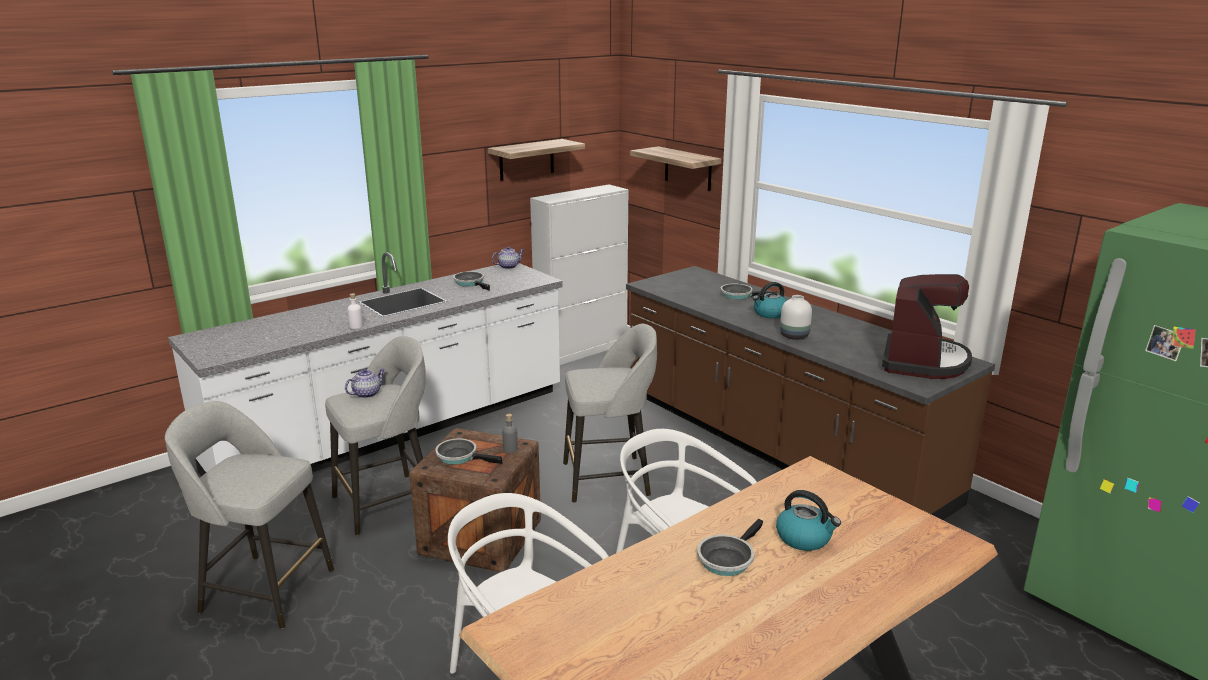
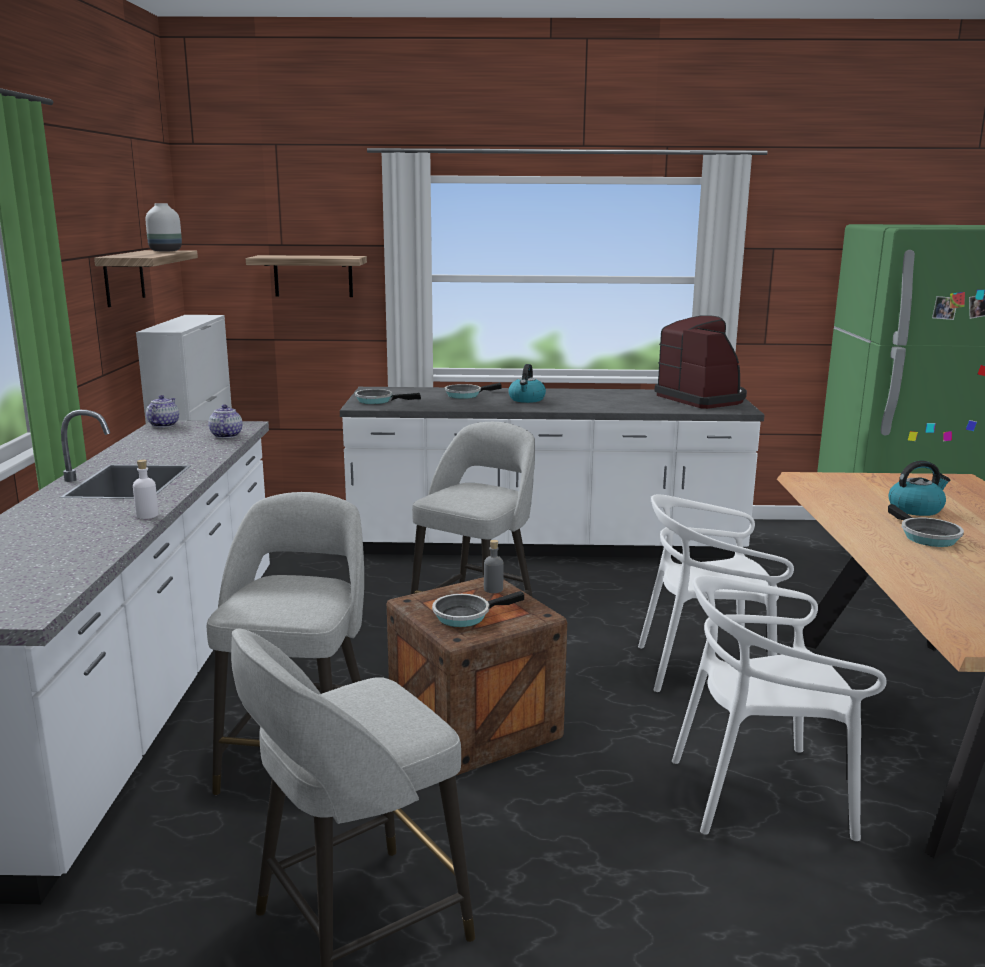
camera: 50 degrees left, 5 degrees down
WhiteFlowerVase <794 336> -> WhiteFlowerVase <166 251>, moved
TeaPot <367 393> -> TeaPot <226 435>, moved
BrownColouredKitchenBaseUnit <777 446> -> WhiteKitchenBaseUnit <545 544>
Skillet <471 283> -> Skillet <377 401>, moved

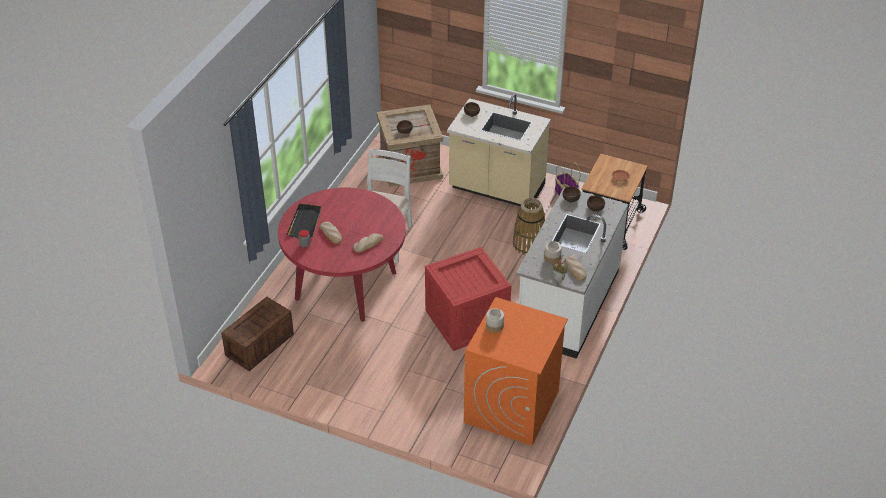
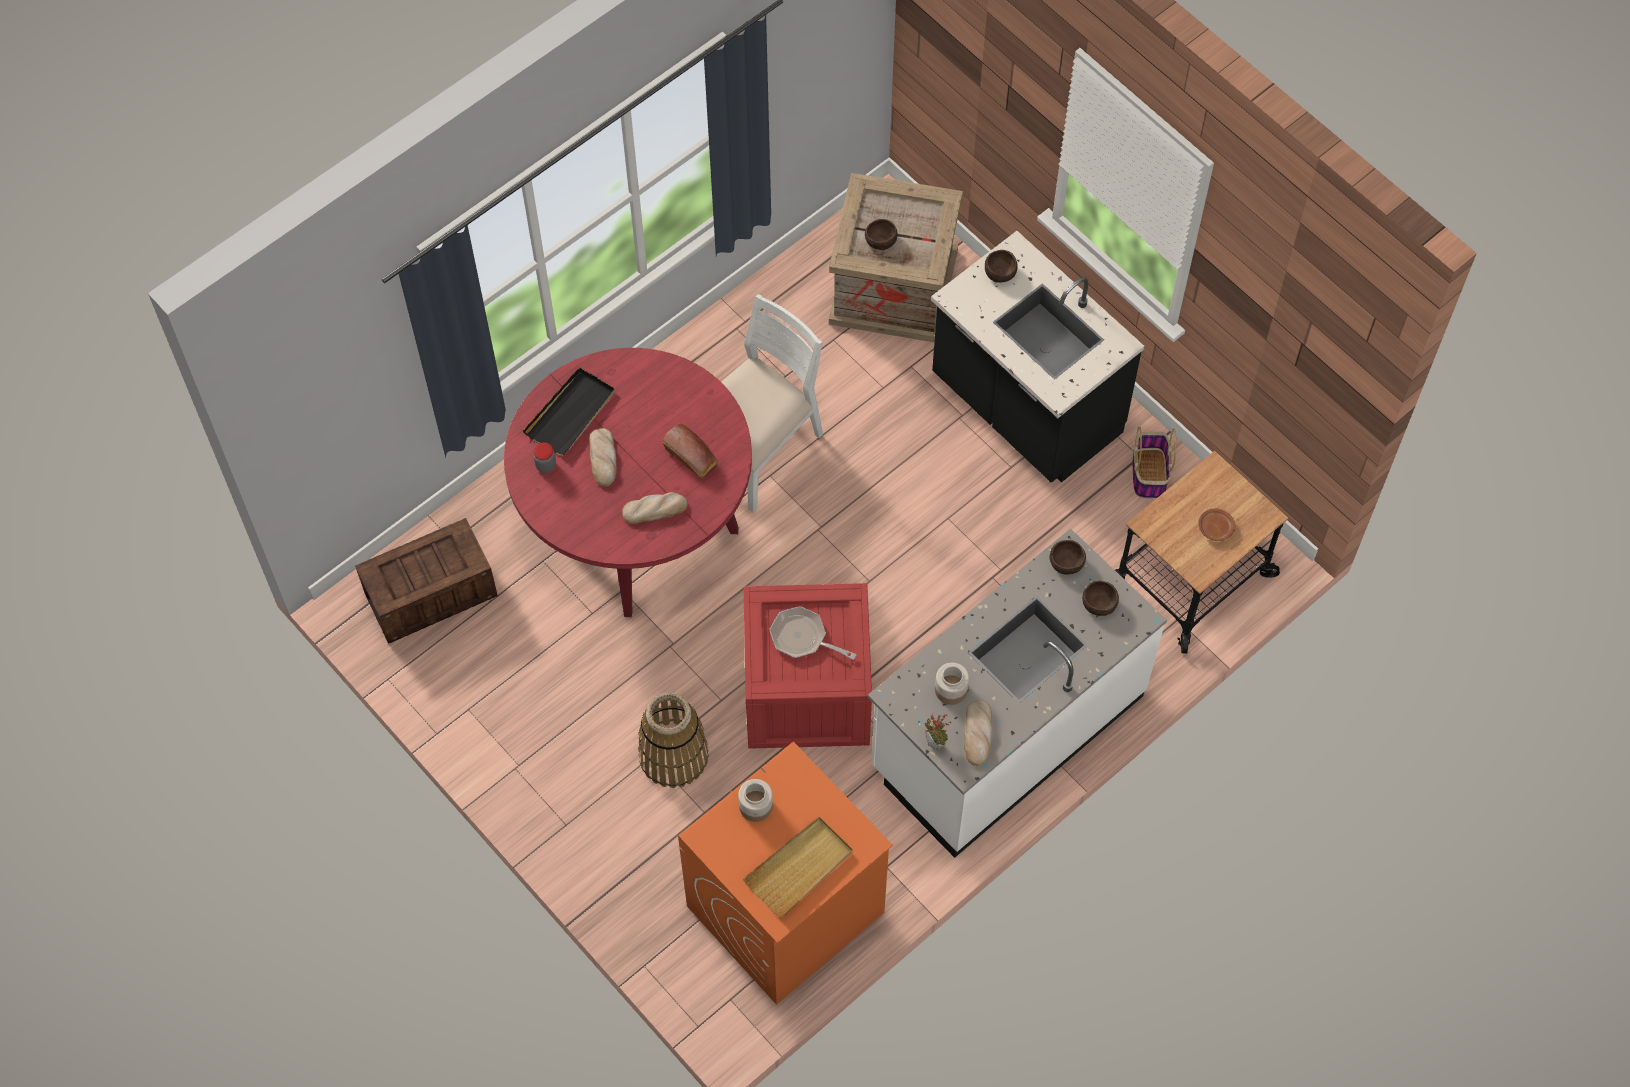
camera: 25 degrees right, 20 degrees up
StorageBasket <529 244> -> StorageBasket <673 756>, moved
none -> Bread <692 458>
none -> SandColouredTray <799 868>
none -> Skillet <802 637>
SandColouredKitchenBaseUnit <496 188> -> BlackishKitchenBaseUnit <1024 408>

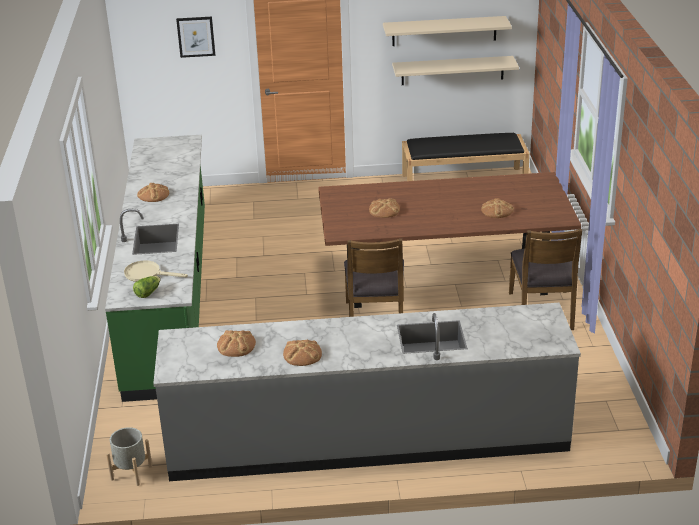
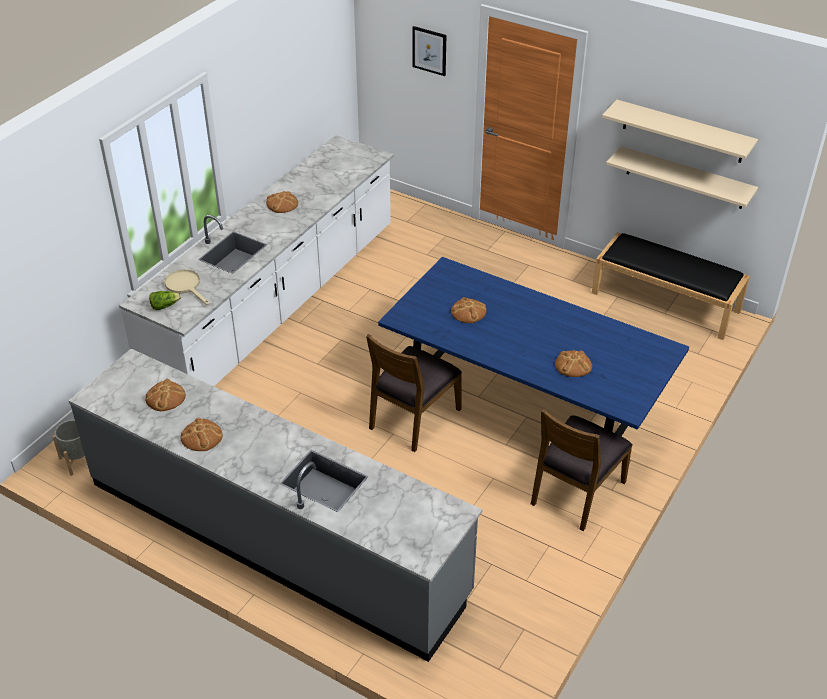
camera: 35 degrees right, 10 degrees up
GreenKitchenBaseUnit <170 297> -> WhiteKitchenBaseUnit <276 305>
BrownColouredDiningTable <444 277> -> BlueColouredDiningTable <525 403>

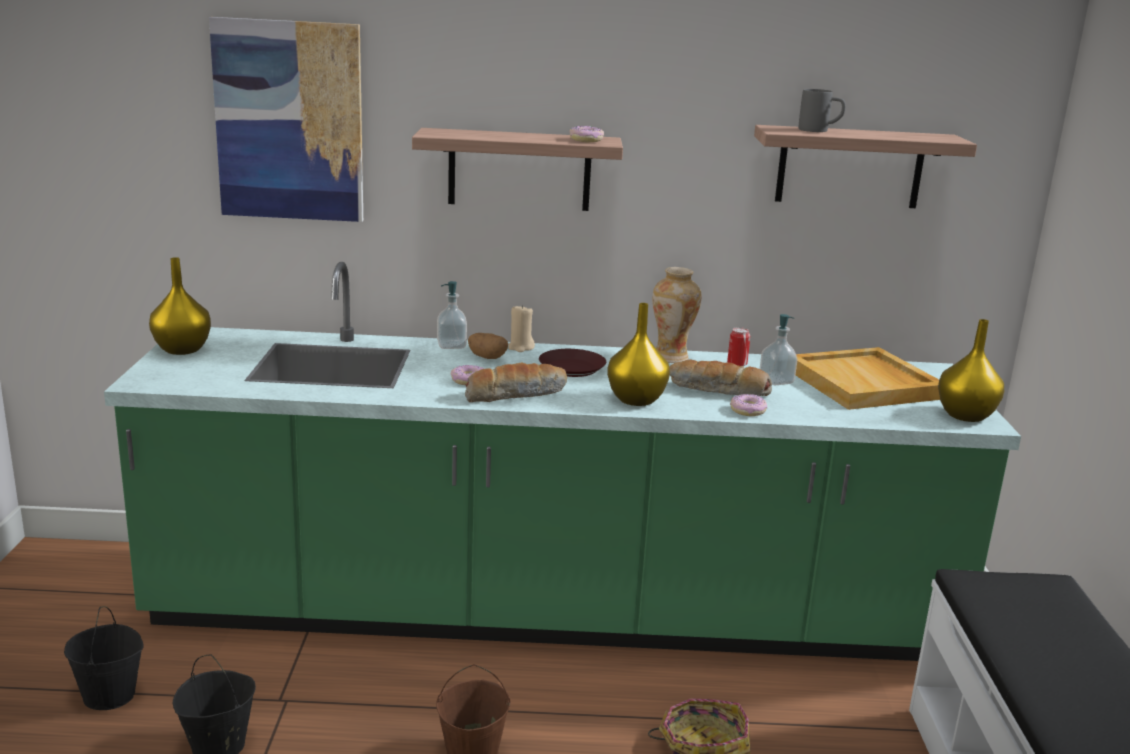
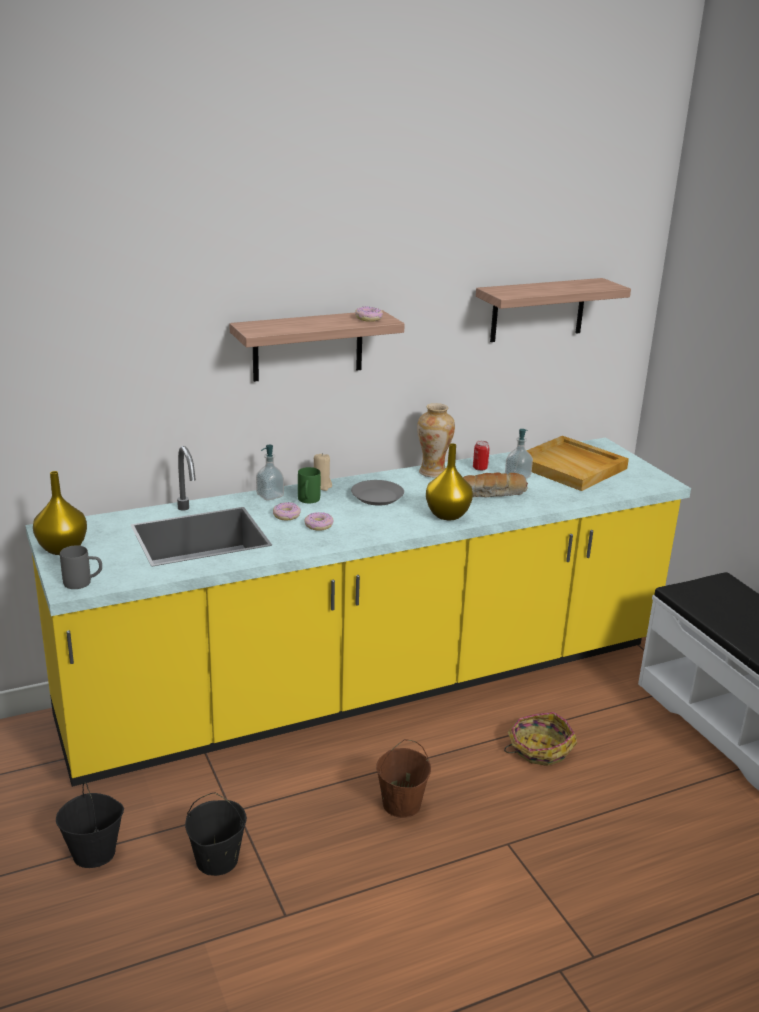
camera: 25 degrees left, 5 degrees up
GreenKitchenBaseUnit <552 613> -> YellowColouredKitchenBaseUnit <372 684>
GrayCoffeeMug <820 131> -> GrayCoffeeMug <83 583>, moved
Donut <748 411> -> Donut <287 515>, moved
WholePotato <487 357> -> GreenCoffeeMug <308 501>
BrownColouredFlatDish <571 368> -> GrayFlatDish <376 497>
WallPicture <289 121> -> none
Bread <515 394> -> none
YellowColouredFlowerVase <966 415> -> none

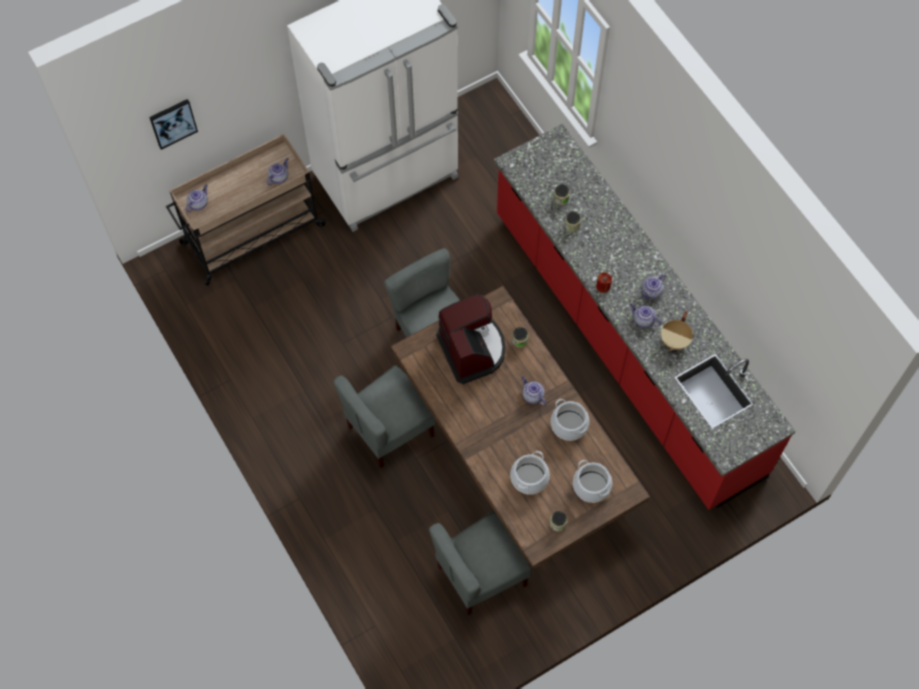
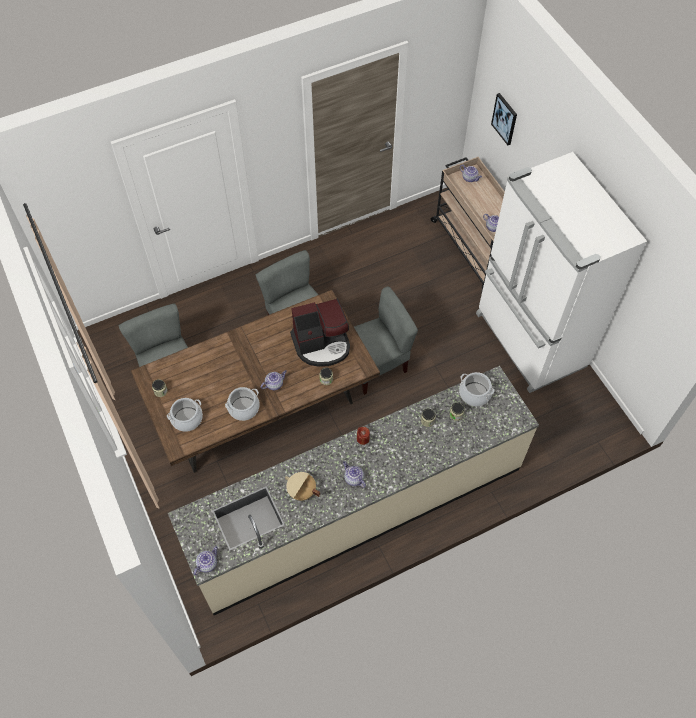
camera: 95 degrees right, 5 degrees down
RedKitchenBaseUnit <624 344> -> SandColouredKitchenBaseUnit <357 510>
TeaPot <643 320> -> TeaPot <207 563>, moved
CookingPot <529 478> -> CookingPot <474 394>, moved

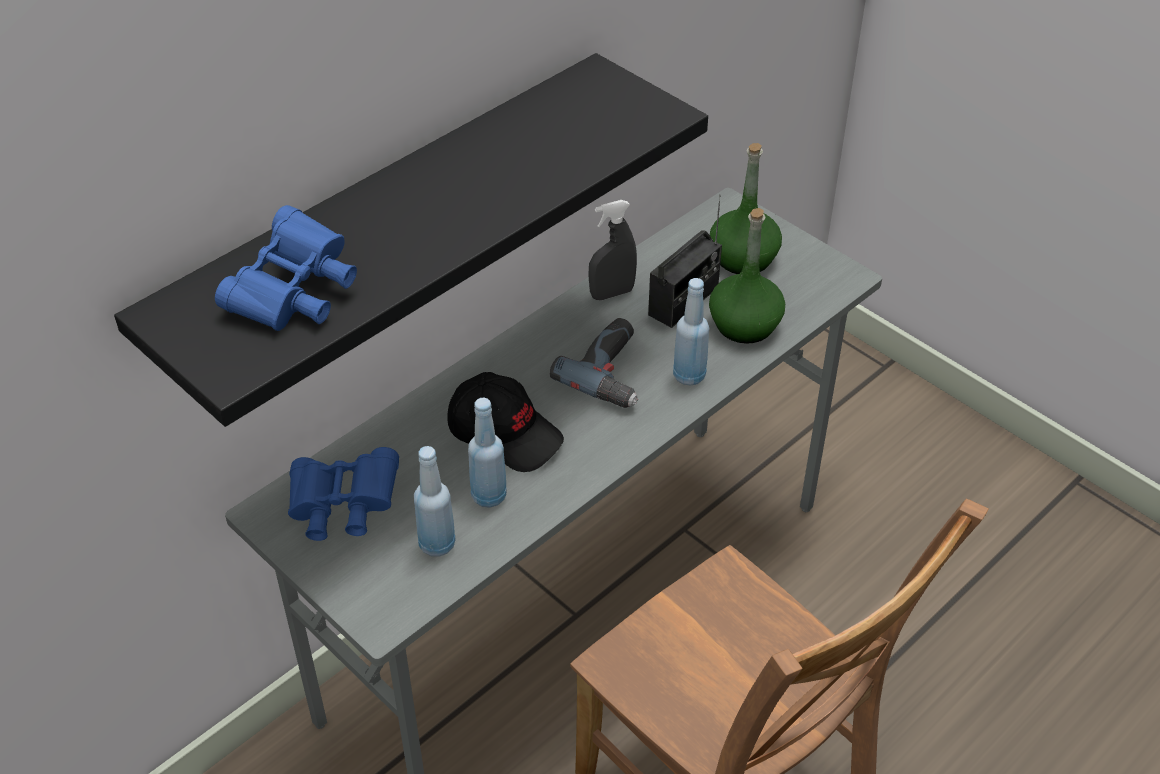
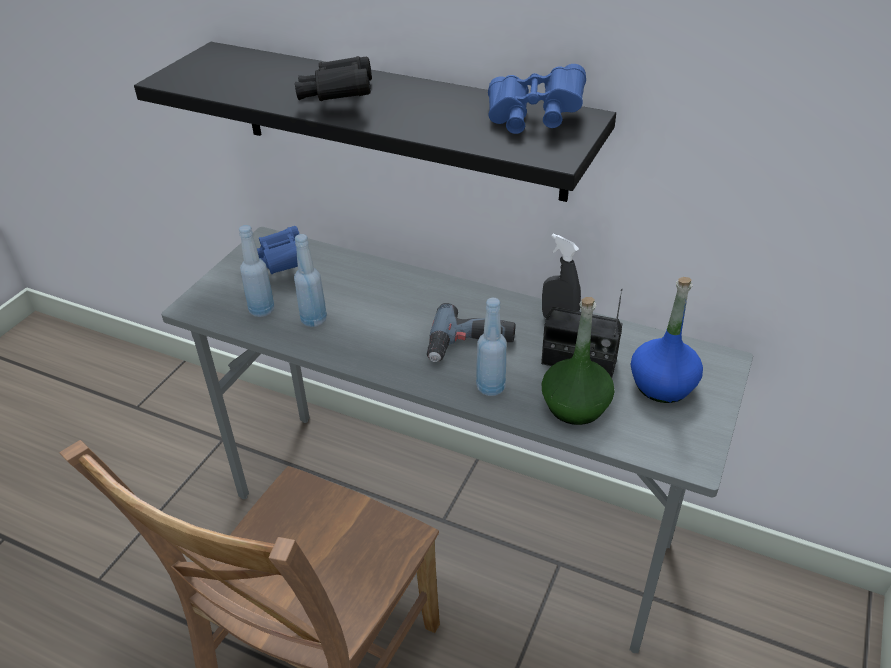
camera: 70 degrees right, 5 degrees down
none -> BlackishPairOfBinoculars <338 99>
BlueColouredPairOfBinoculars <295 294> -> BlueColouredPairOfBinoculars <533 119>, moved
GreenBeverageBottle <743 258> -> BlueColouredBeverageBottle <662 385>
BlackishPeakedCap <505 433> -> none

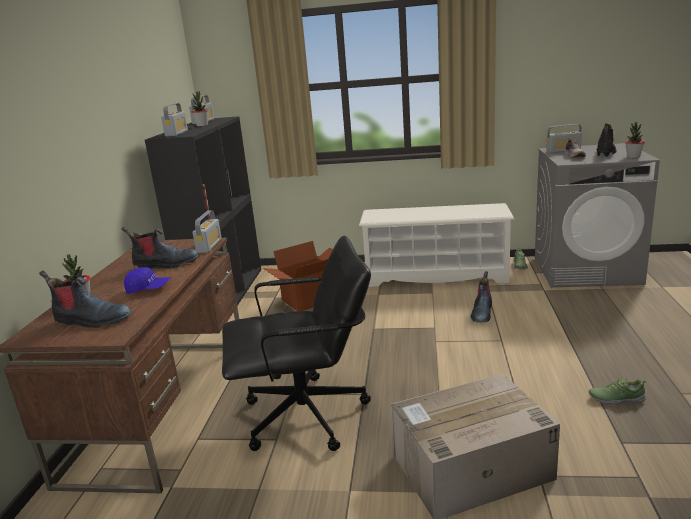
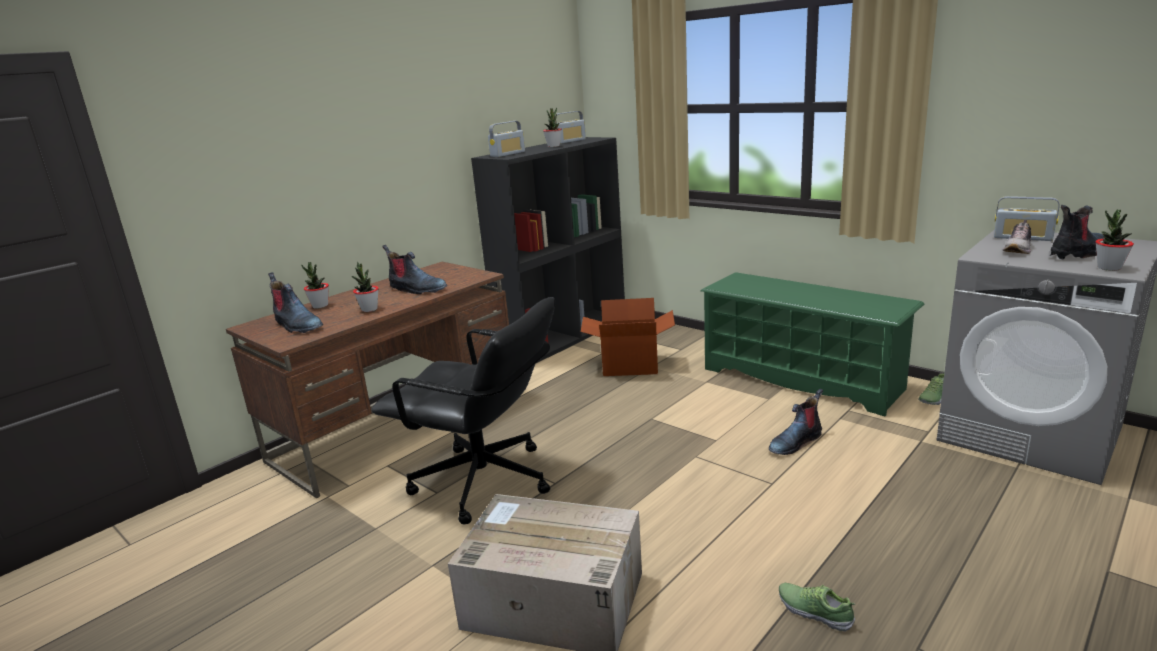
camera: 35 degrees right, 0 degrees up
BlueColouredPeakedCap <148 289> -> Houseplant <369 309>
WhiteShoeShelf <436 275> -> GreenShoeShelf <802 379>
RadioSet <209 246> -> none

